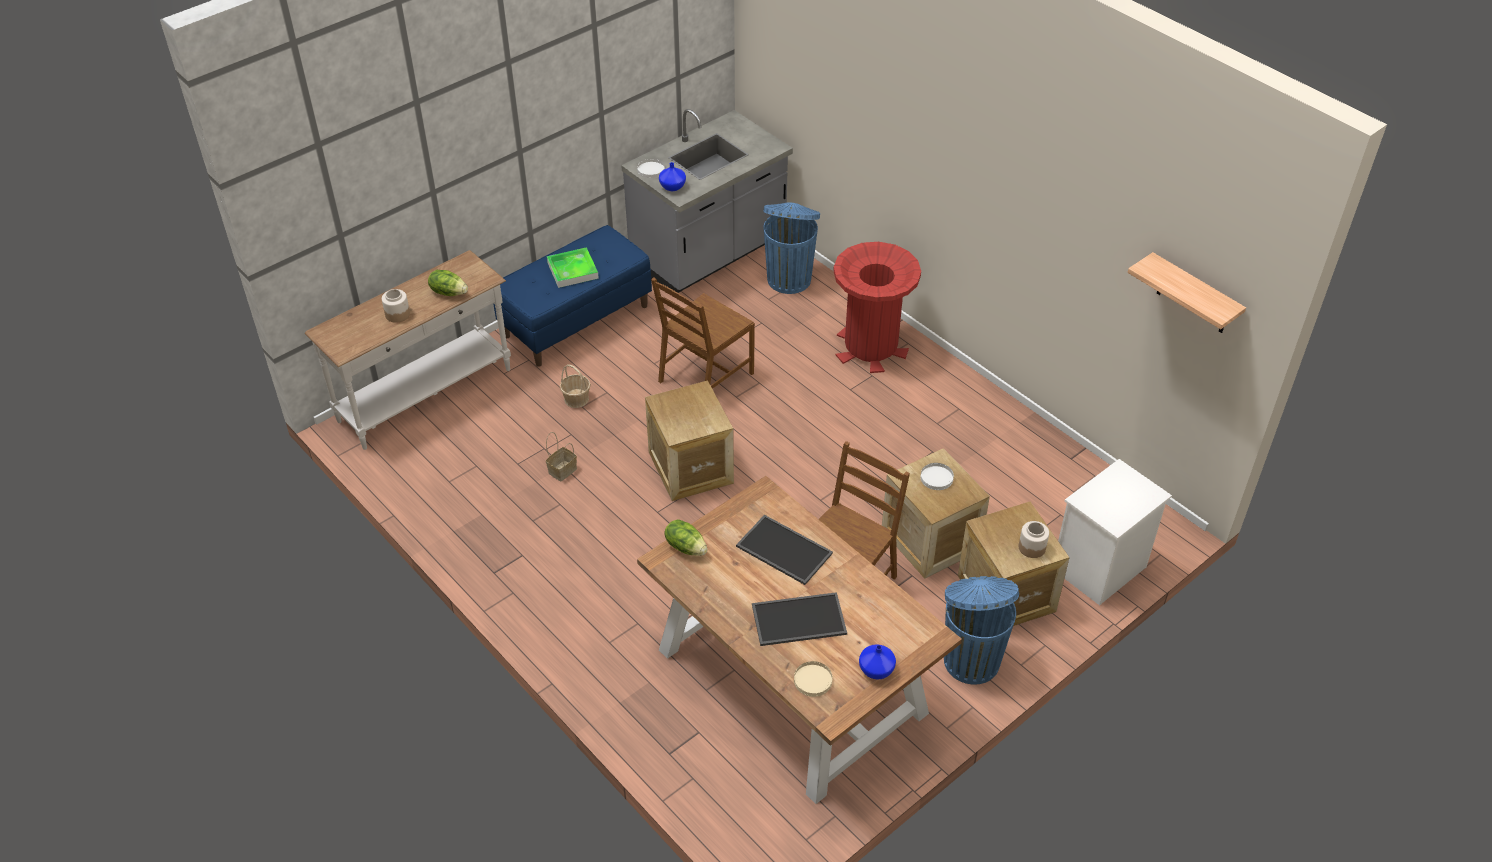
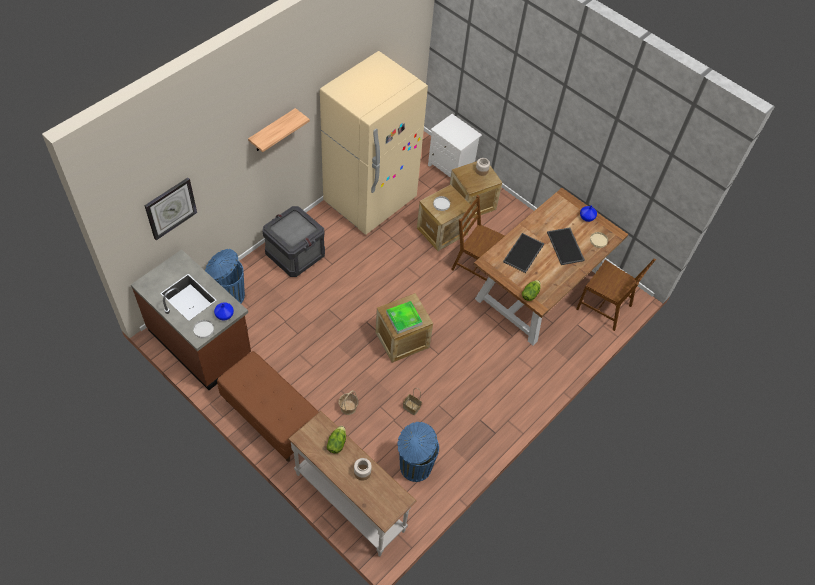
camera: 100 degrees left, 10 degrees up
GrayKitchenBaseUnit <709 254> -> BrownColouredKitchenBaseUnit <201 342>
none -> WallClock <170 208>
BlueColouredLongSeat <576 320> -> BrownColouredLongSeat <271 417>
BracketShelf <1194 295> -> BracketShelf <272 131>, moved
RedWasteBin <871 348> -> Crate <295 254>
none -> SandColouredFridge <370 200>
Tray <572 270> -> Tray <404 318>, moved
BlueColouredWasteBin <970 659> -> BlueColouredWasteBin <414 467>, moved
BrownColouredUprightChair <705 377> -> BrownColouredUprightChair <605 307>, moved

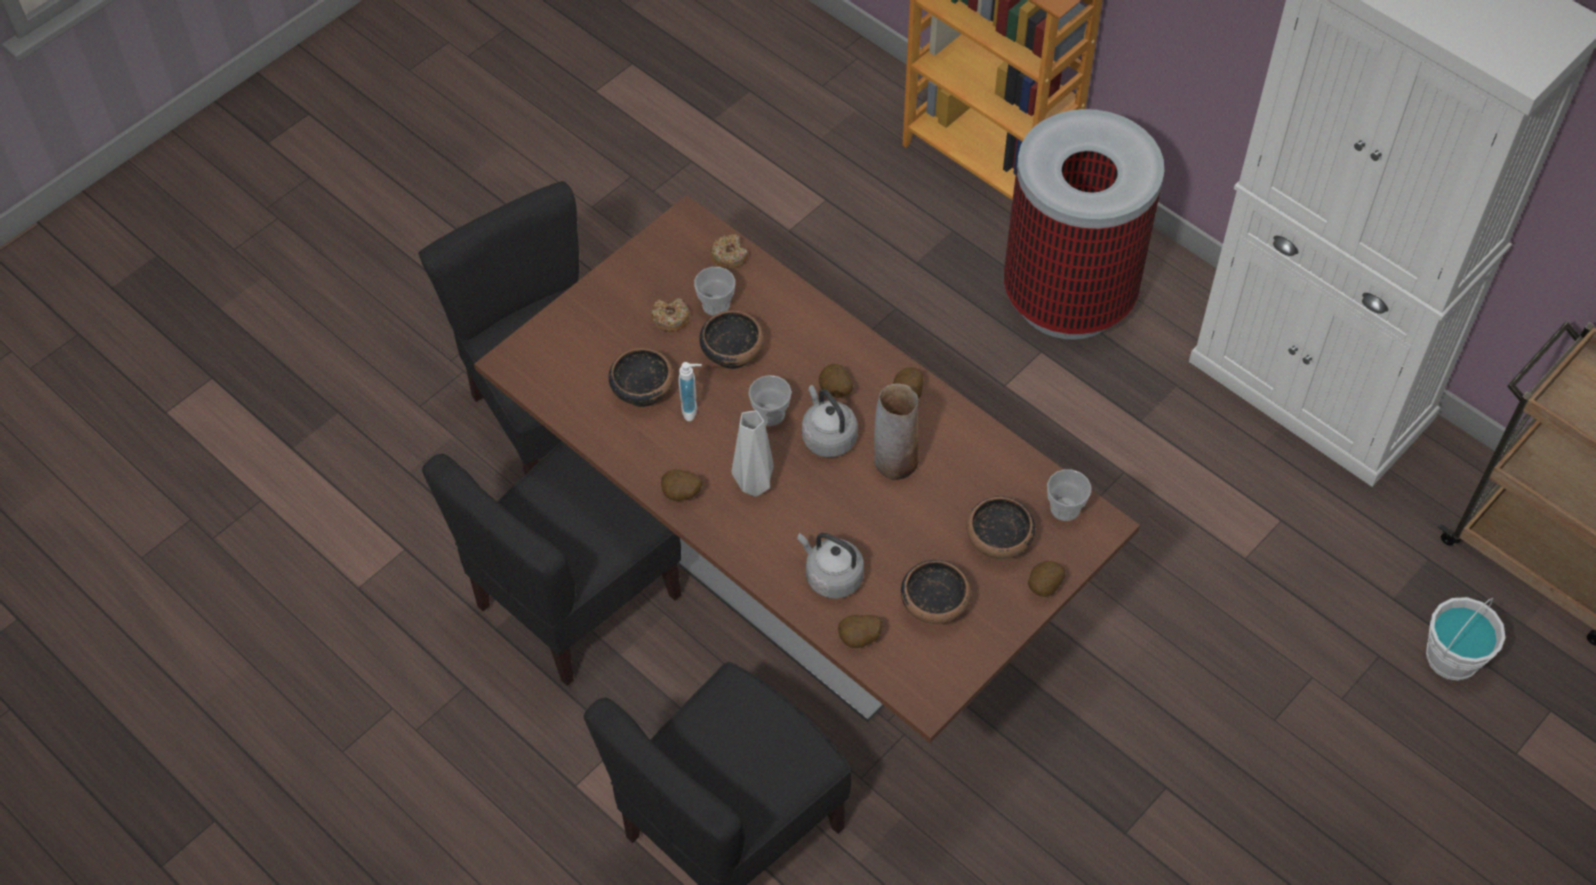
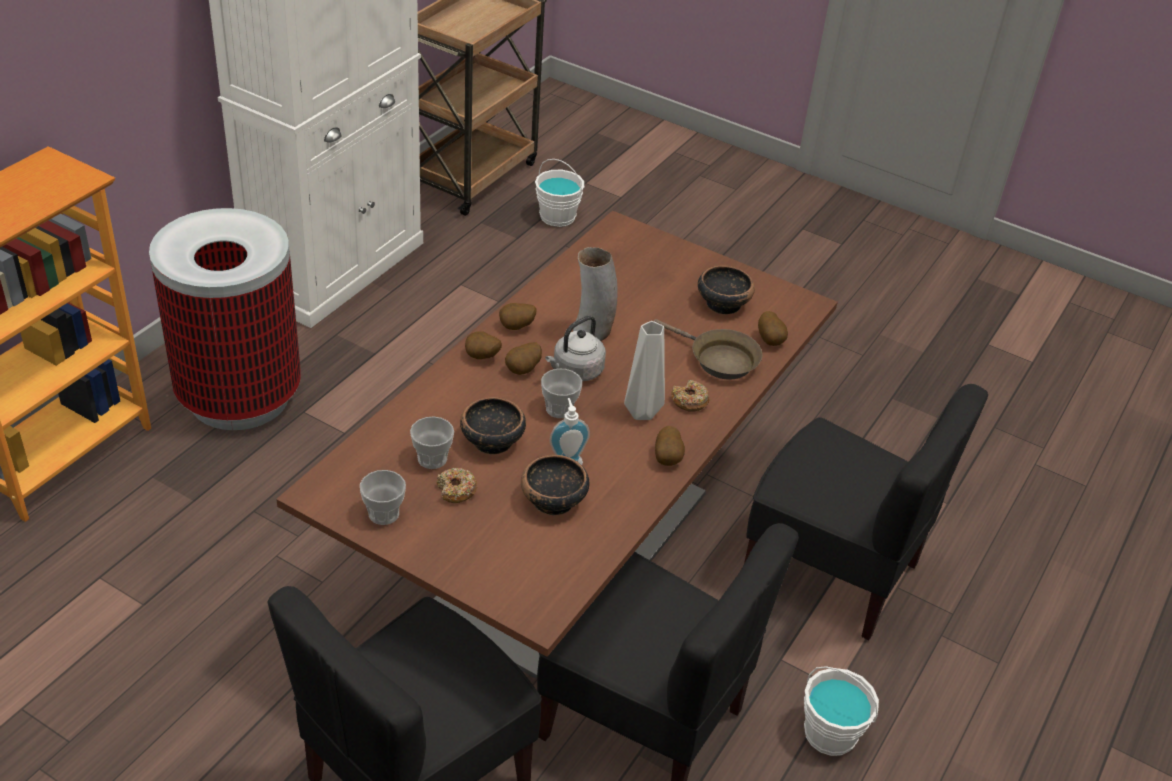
camera: 105 degrees left, 15 degrees down
SmallCup <1065 508> -> SmallCup <384 514>, moved
WholePotato <1043 586> -> WholePotato <482 358>, moved
GrayKettle <831 576> -> BrownColouredSkillet <718 359>
Donut <729 256> -> Donut <689 401>, moved
none -> WhitePail <829 734>
Bowl <999 541> -> none

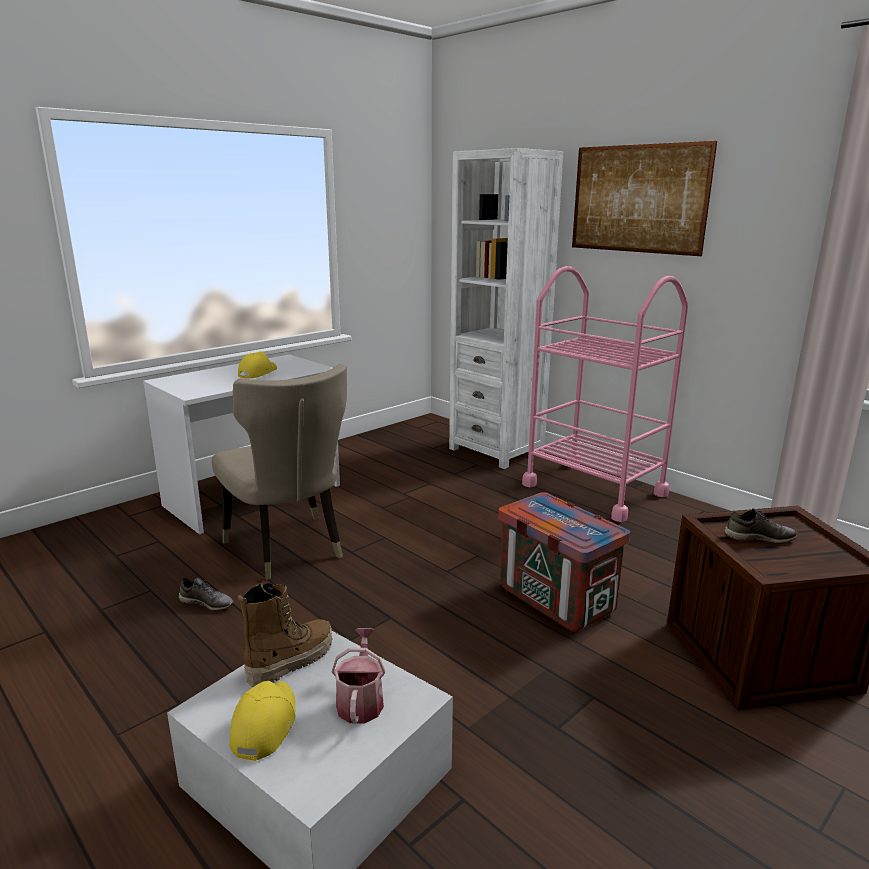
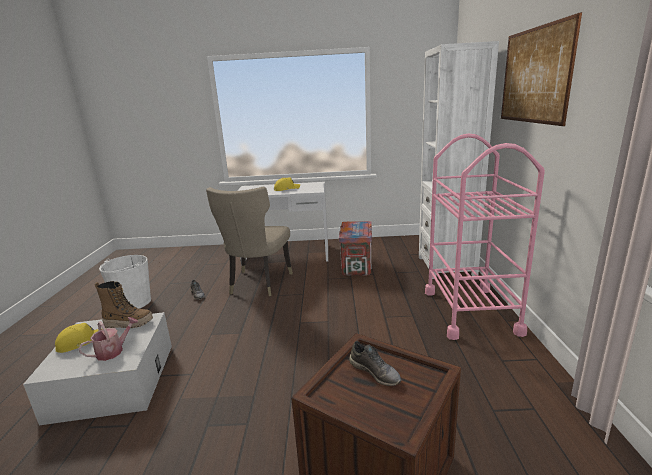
camera: 45 degrees right, 0 degrees up
none -> WhitePail <133 303>
Crate <555 599> -> Crate <356 266>, moved

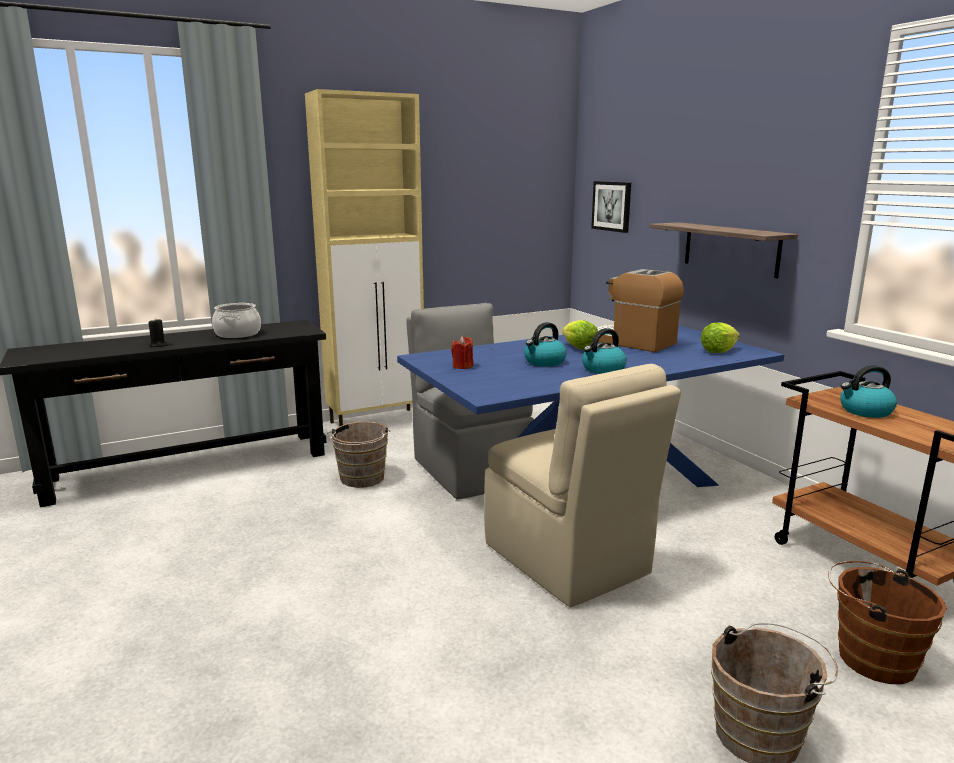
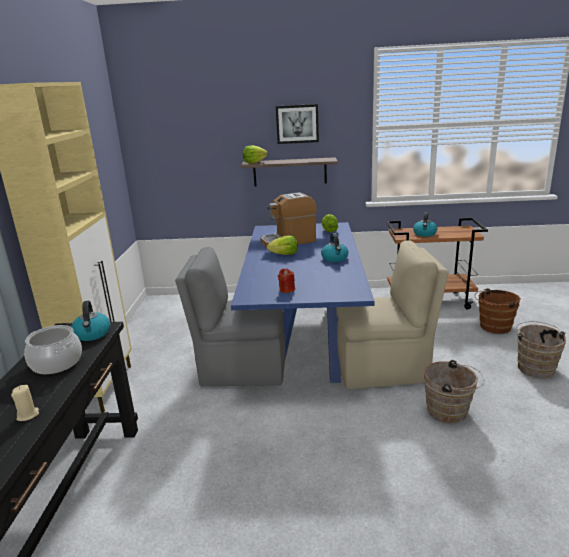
camera: 60 degrees left, 5 degrees up
BlackishWaxLight <158 345> -> SandColouredWaxLight <28 415>
Kettle <544 362> -> Kettle <92 334>, moved
none -> Lettuce <254 162>
WallPicture <612 206> -> WallPicture <297 124>, moved
BrownColouredPail <361 479> -> BrownColouredPail <450 412>, moved

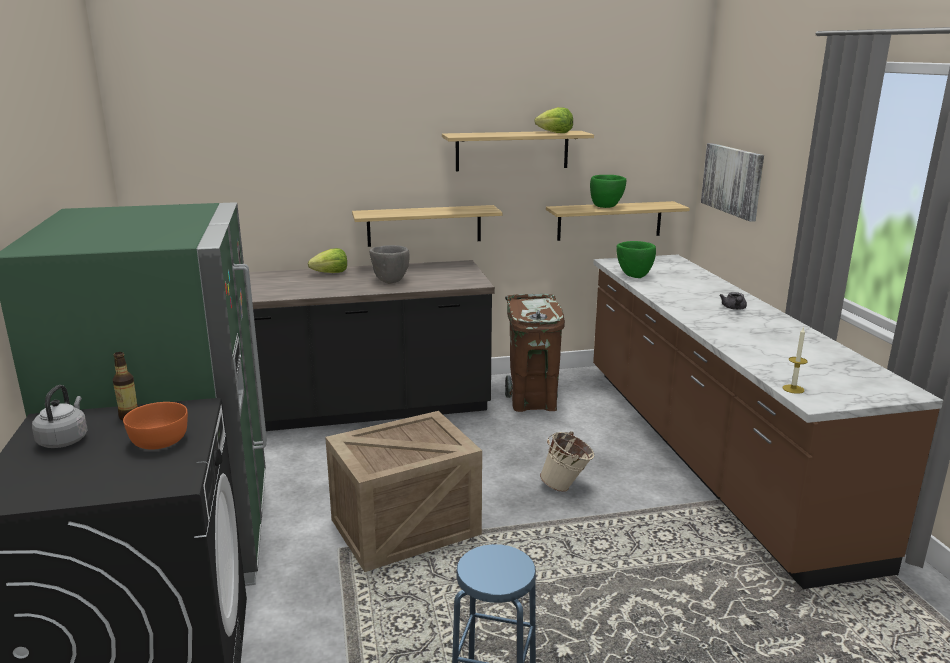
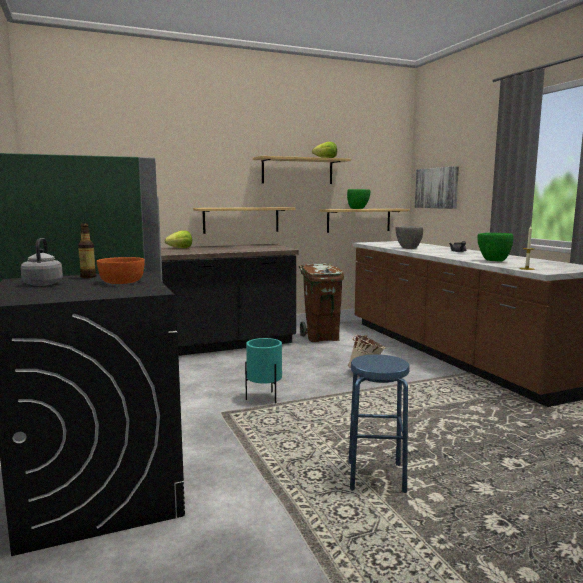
camera: 10 degrees left, 10 degrees down
Crate <406 526> -> BlueGreenPlanter <264 398>
GrayBowl <390 281> -> GrayBowl <408 248>, moved
GreenBowl <634 275> -> GreenBowl <493 260>, moved

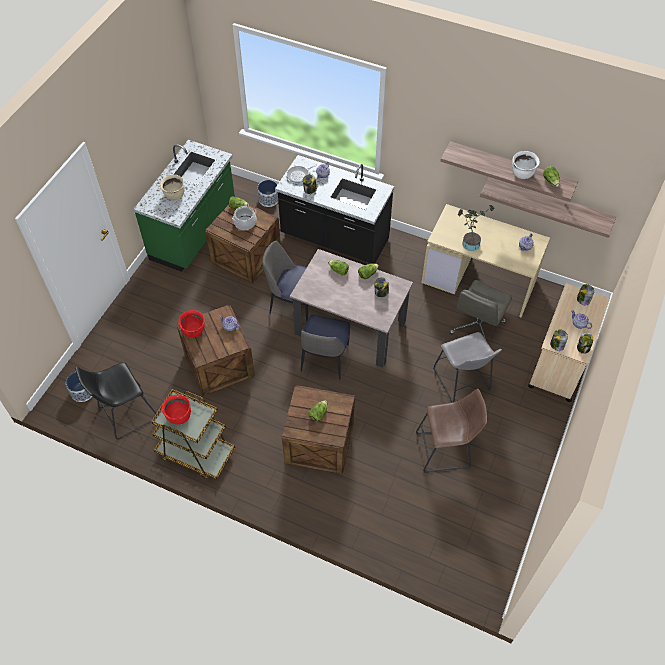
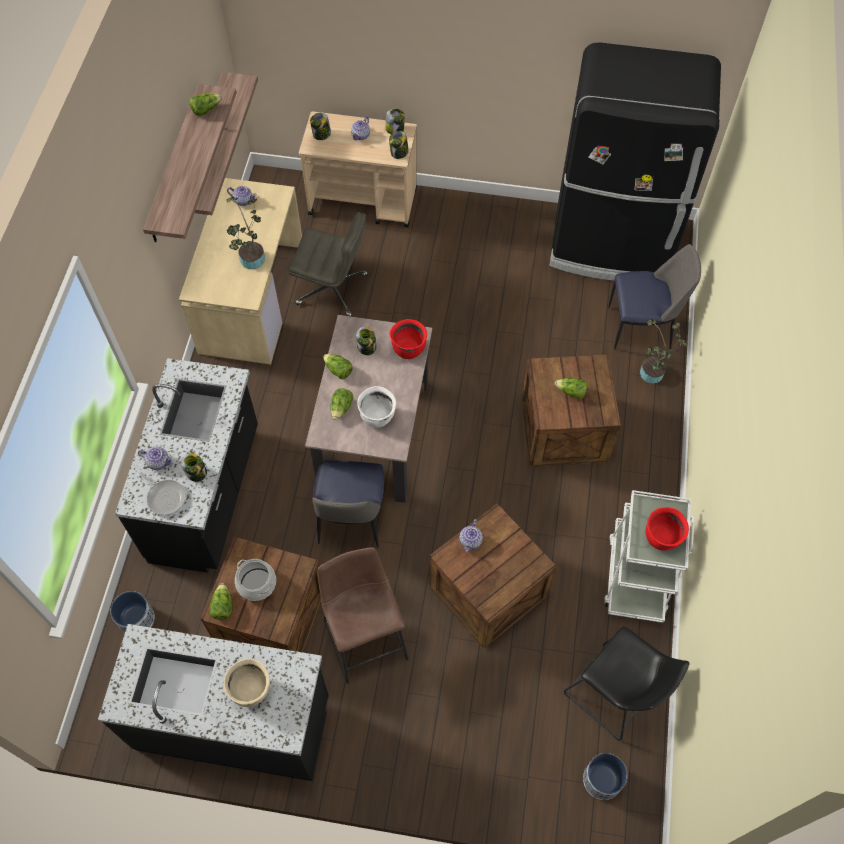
camera: 105 degrees left, 5 degrees up
GreenKitchenBaseUnit <194 232> -> BlackishKitchenBaseUnit <234 722>
BrownColouredSittingStool <446 450> -> BrownColouredSittingStool <365 635>, moved
WhiteCookingPot <522 174> -> WhiteCookingPot <377 416>, moved
RedCookingPot <194 331> -> RedCookingPot <408 349>, moved
none -> BlackishFridge <611 246>
BrownColouredCart <195 453> -> WhiteCart <636 575>
UprightChair <324 360> -> UprightChair <641 327>, moved
none -> Houseplant <651 375>
GraySittingStool <462 382> -> none

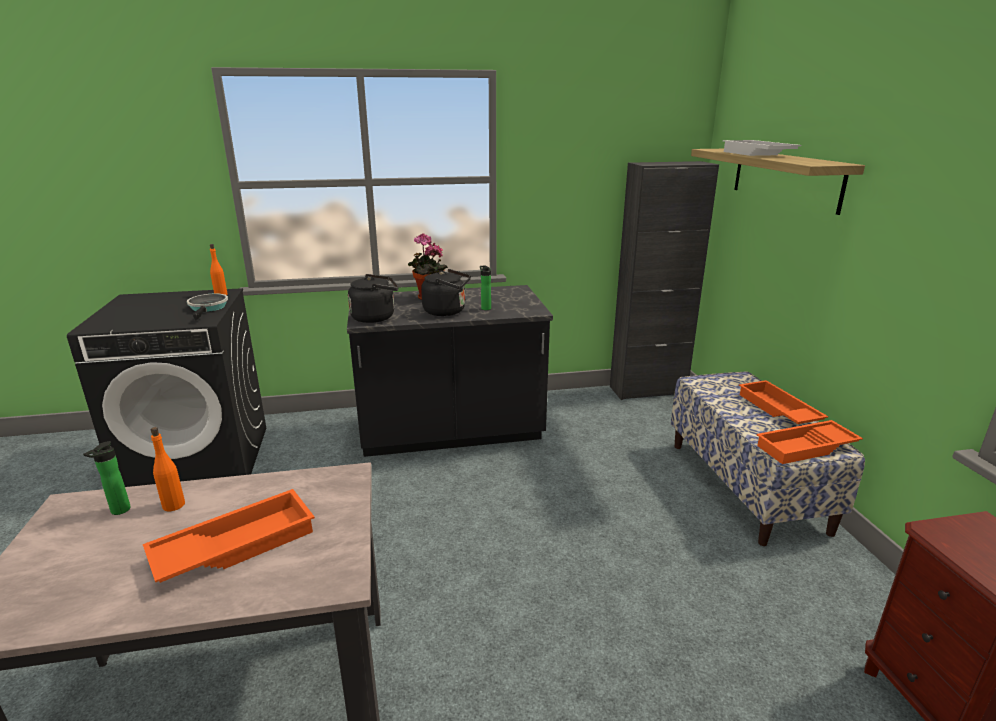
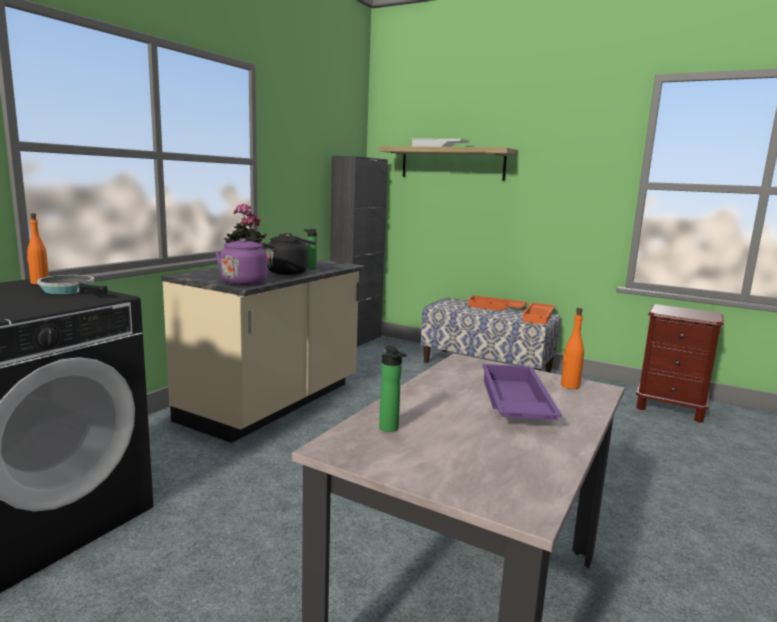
camera: 50 degrees left, 10 degrees down
BlackishKitchenBaseUnit <451 433> -> SandColouredKitchenBaseUnit <273 403>
BlackishKettle <376 317> -> PurpleColouredKettle <245 282>
OrangeTray <235 544> -> PurpleColouredTray <513 403>
OrangeBeverageBottle <173 505> -> OrangeBeverageBottle <569 386>, moved

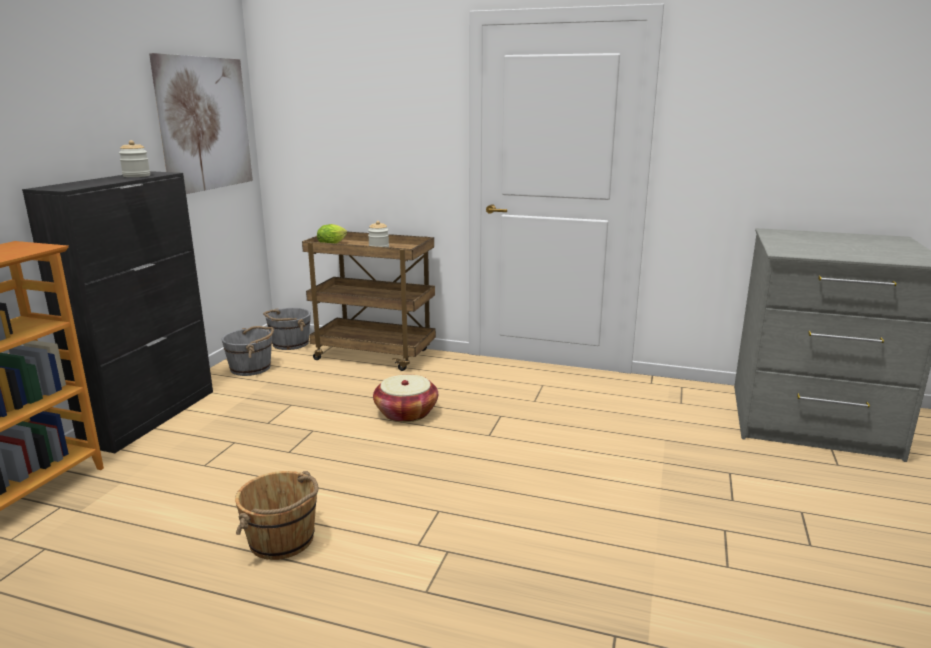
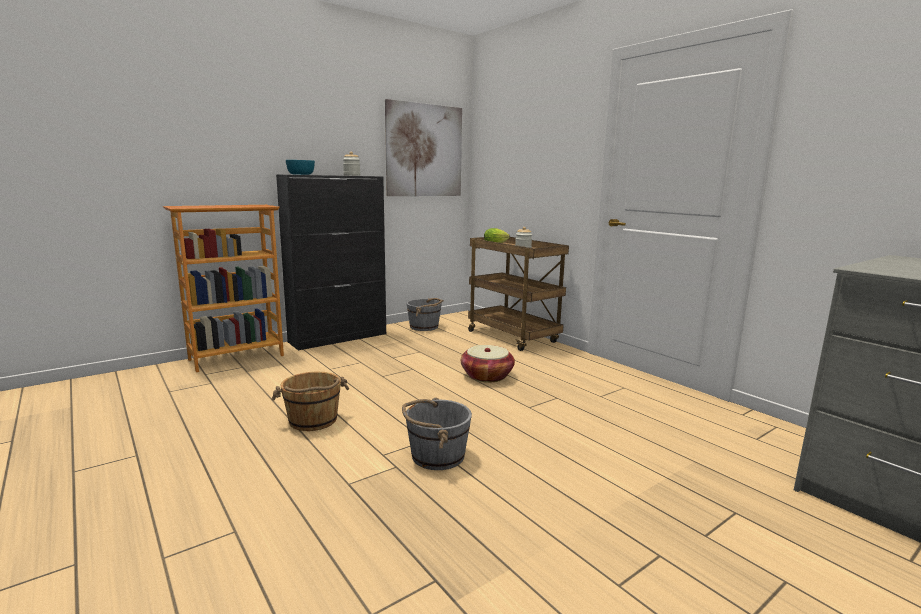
camera: 35 degrees right, 5 degrees down
none -> BlueGreenBowl <301 174>
GrayPail <289 344> -> GrayPail <436 456>, moved

